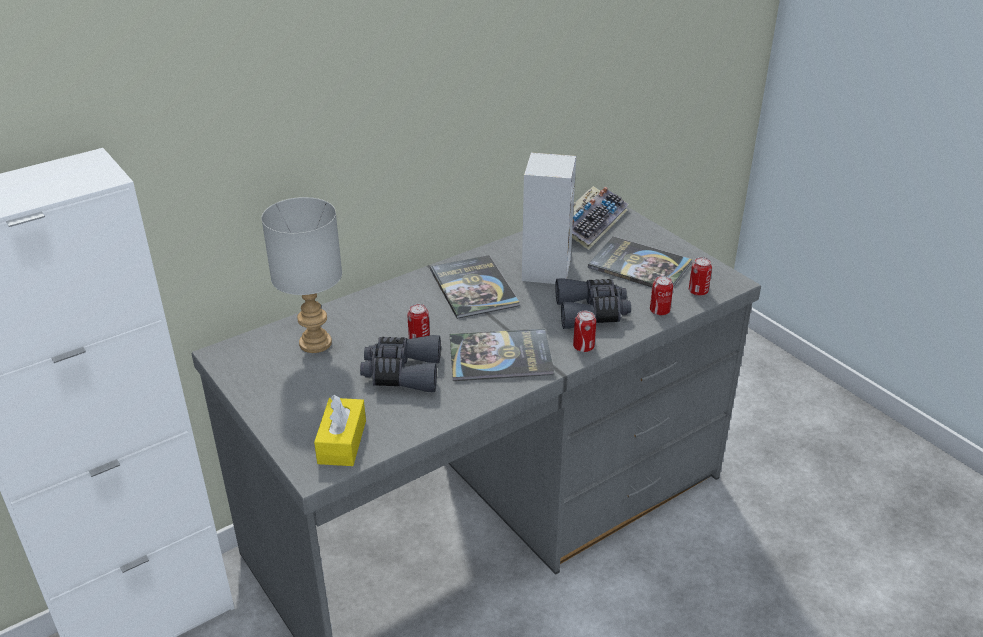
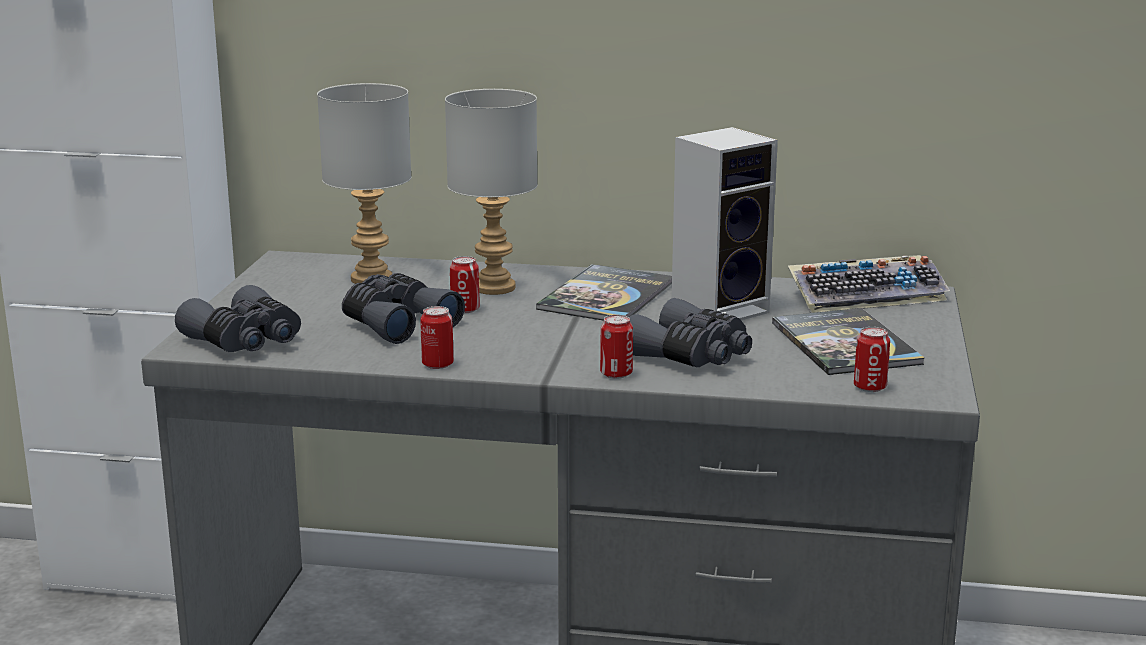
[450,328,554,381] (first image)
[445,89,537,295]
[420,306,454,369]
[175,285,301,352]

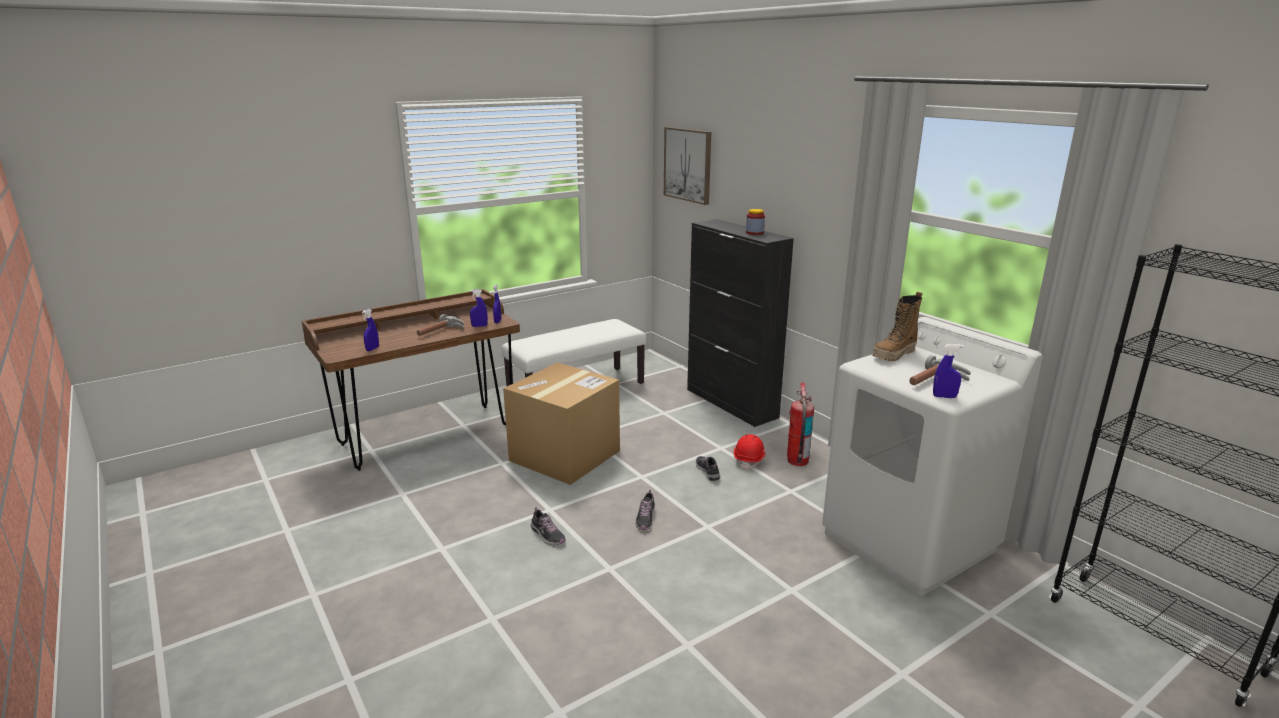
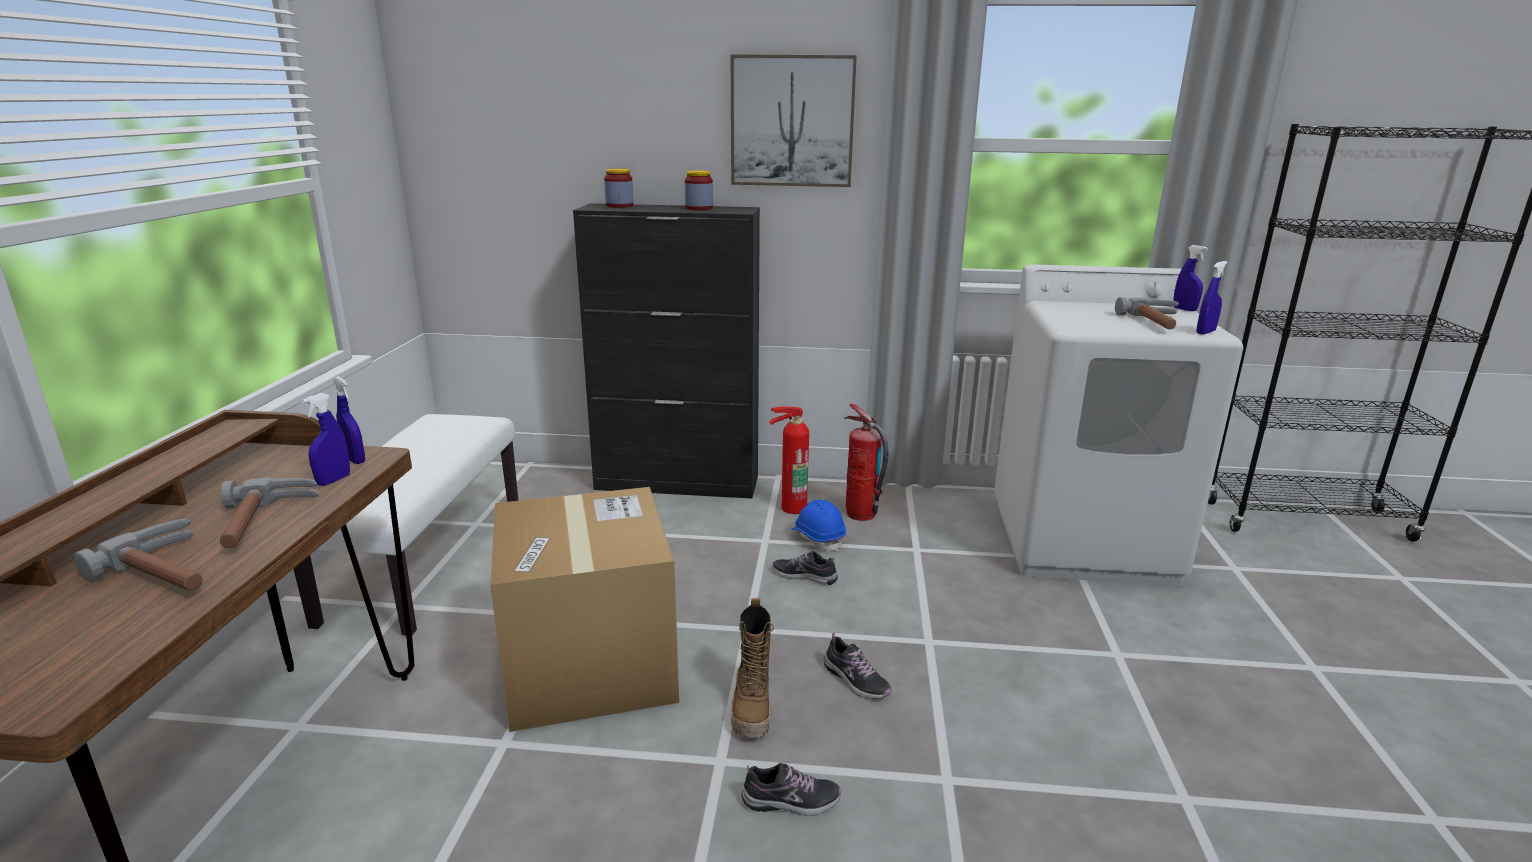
[74,519,203,591]
[604,169,633,208]
[769,406,809,514]
[1173,245,1208,311]
[731,54,857,187]
[731,598,774,738]
[792,500,846,552]

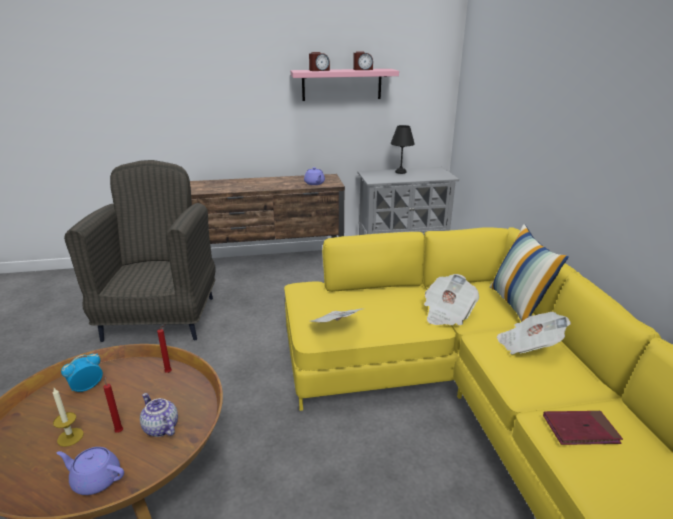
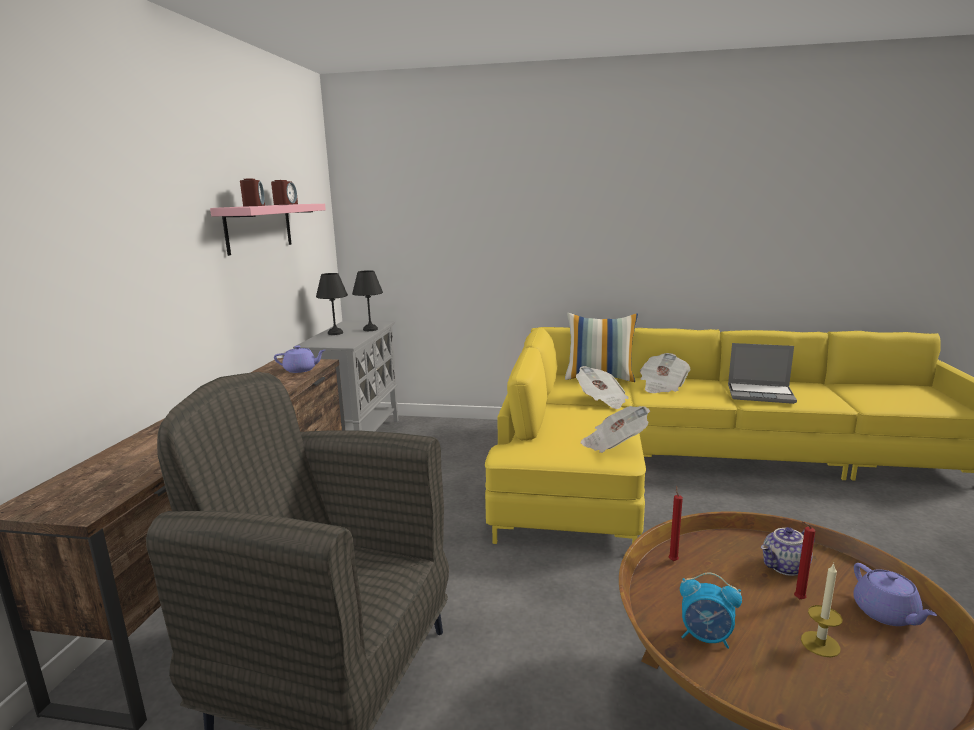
[352,270,383,331]
[728,343,797,404]
[853,563,937,626]
[680,573,742,649]

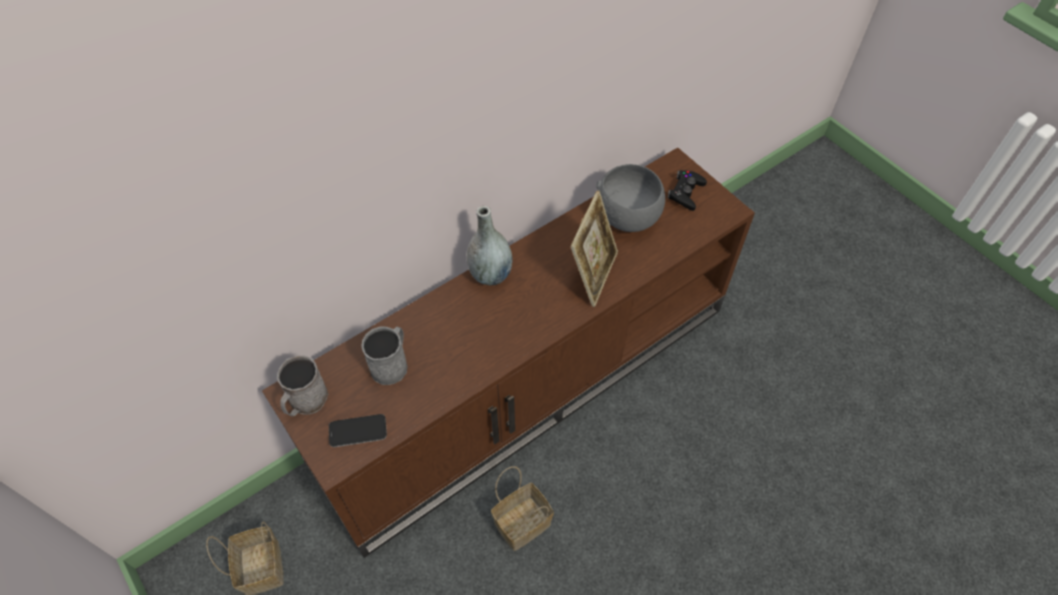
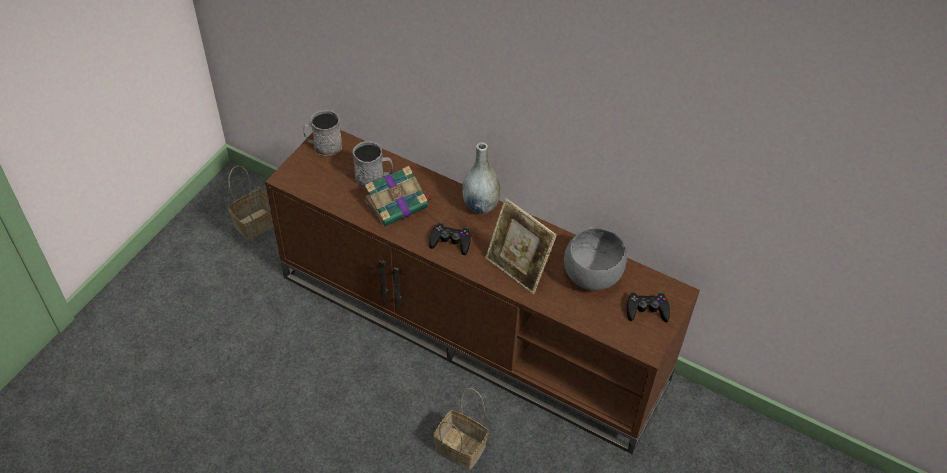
[329,414,387,447] (first image)
[364,166,433,227]
[429,222,471,255]
[433,388,489,470]
[485,198,557,294]

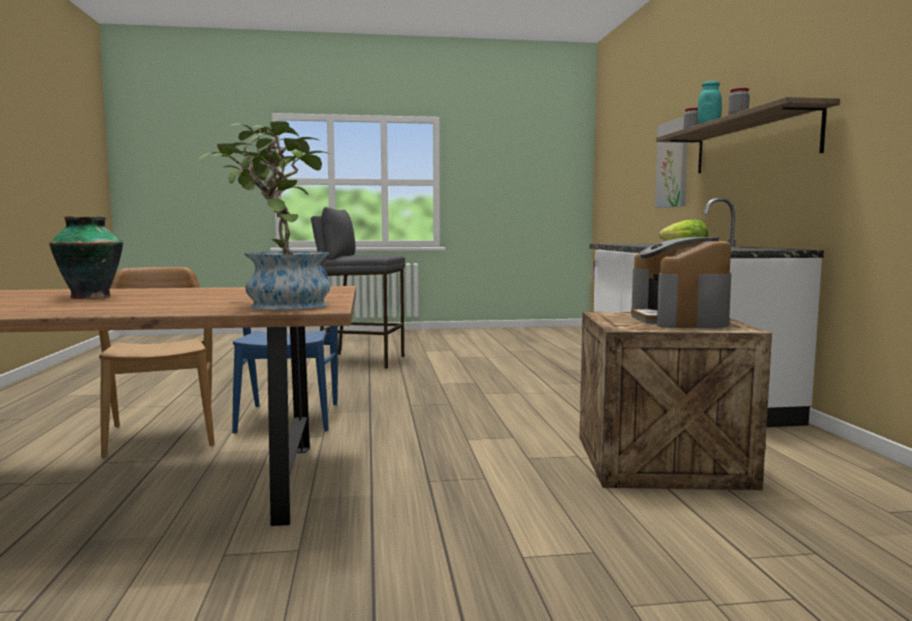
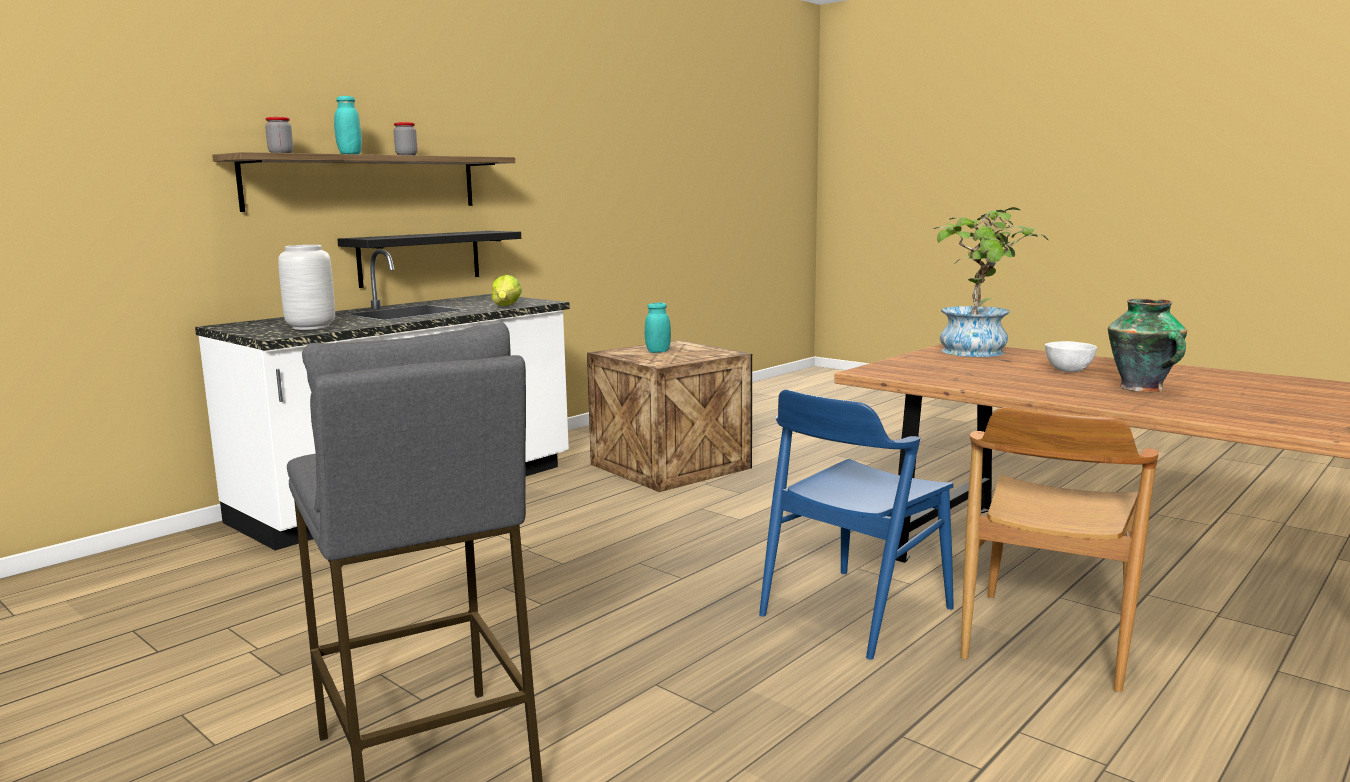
[655,116,688,208] (first image)
[278,245,335,330]
[337,231,521,288]
[1045,341,1097,372]
[645,303,671,353]

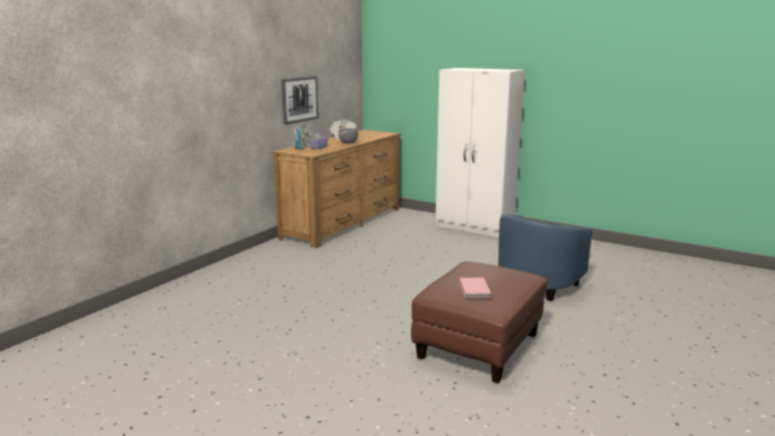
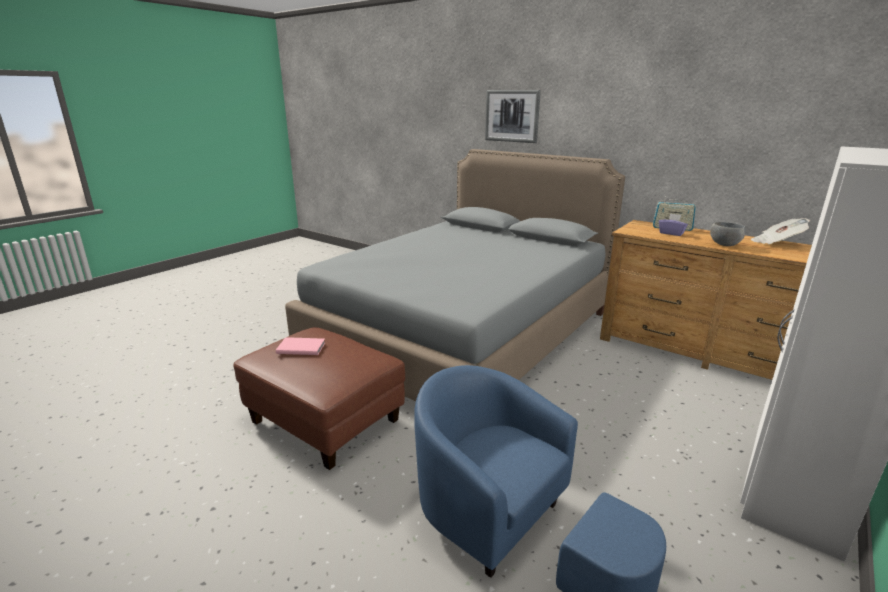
[285,149,625,401]
[485,90,541,143]

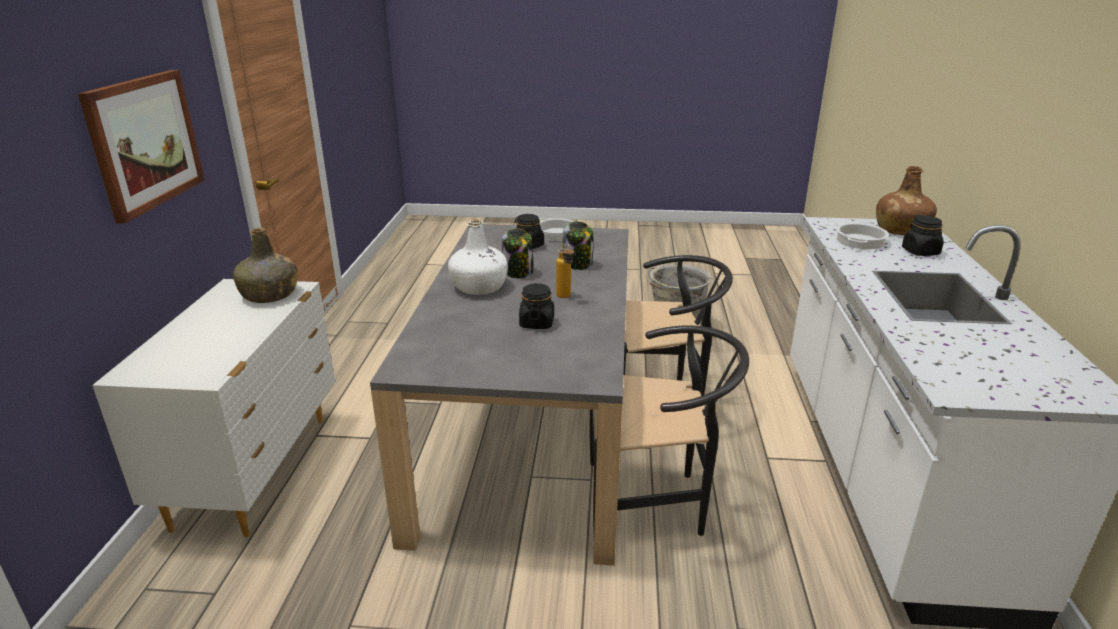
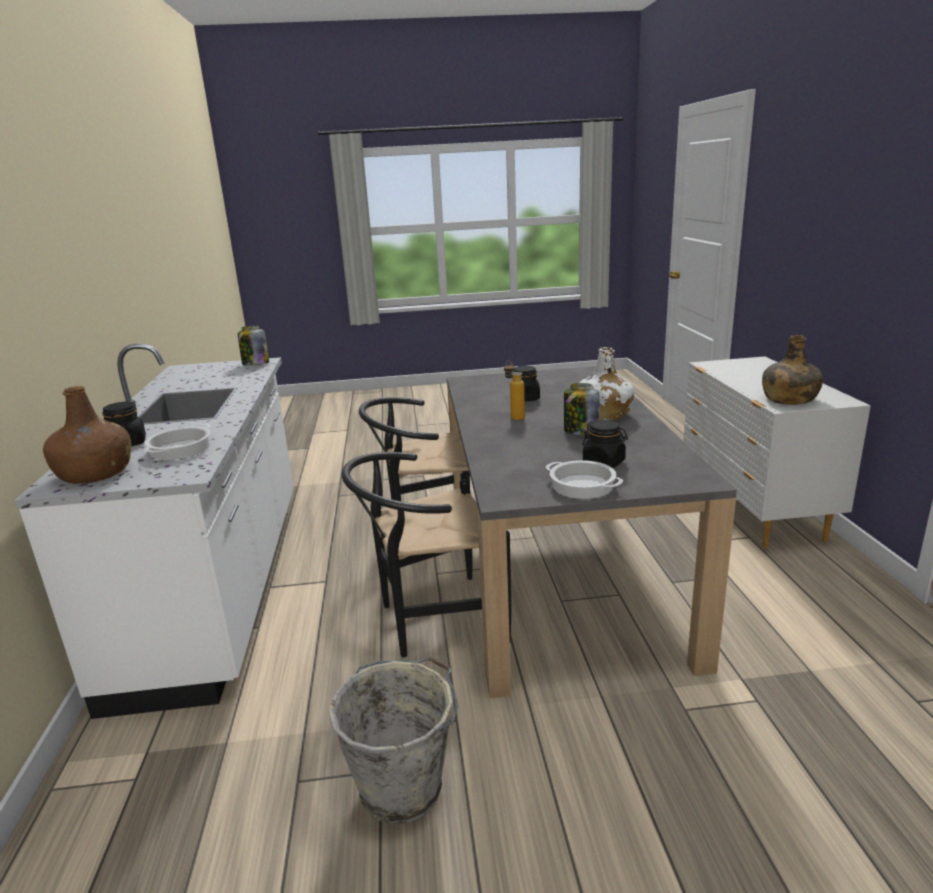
[78,70,205,224] (first image)
[238,326,269,366]

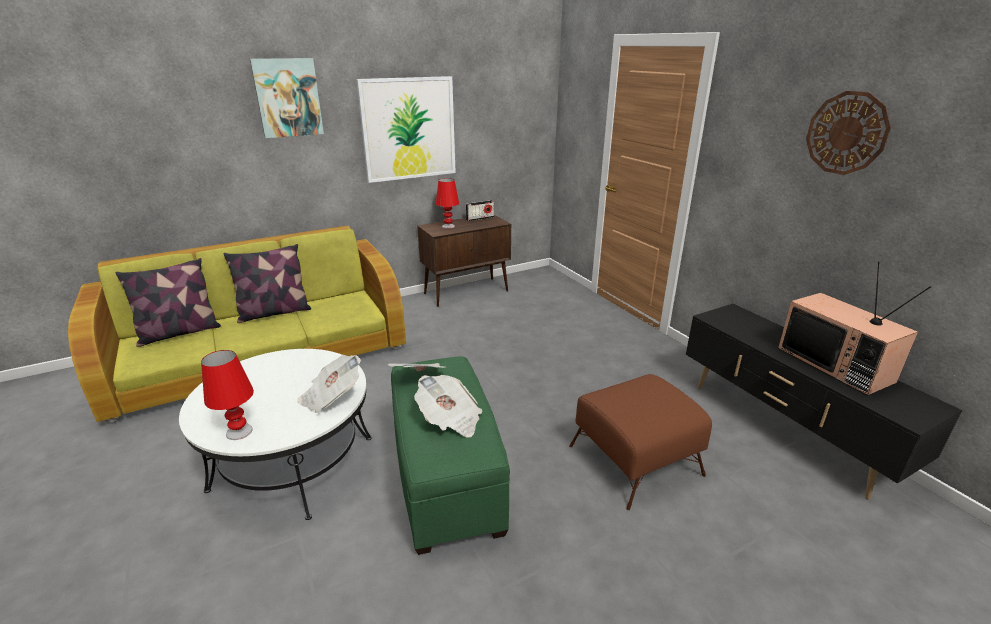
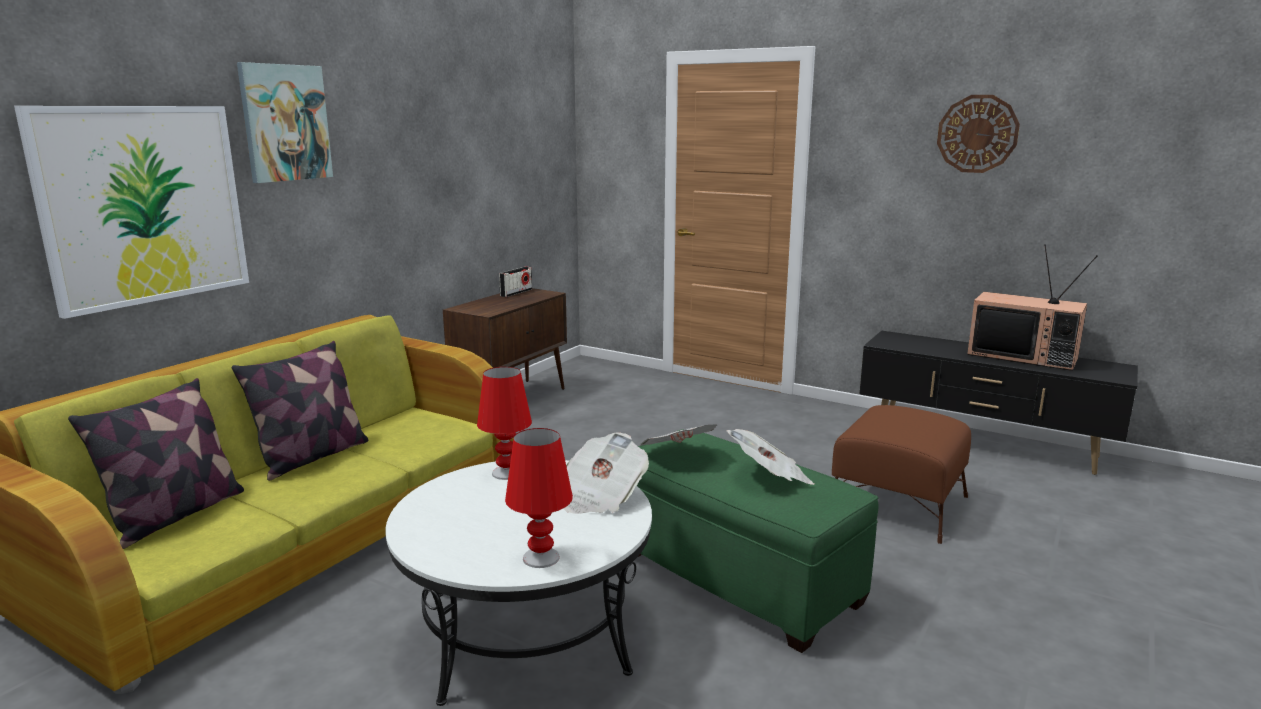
[14,106,249,319]
[477,367,532,480]

